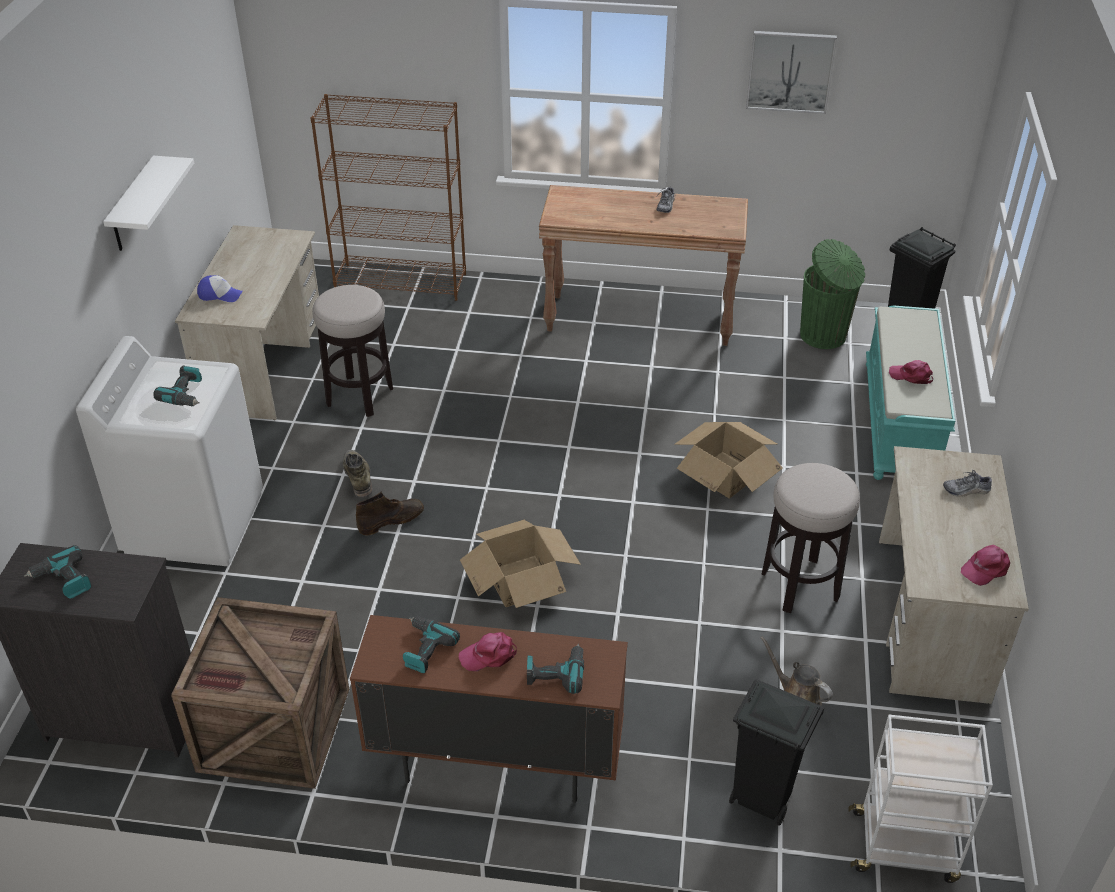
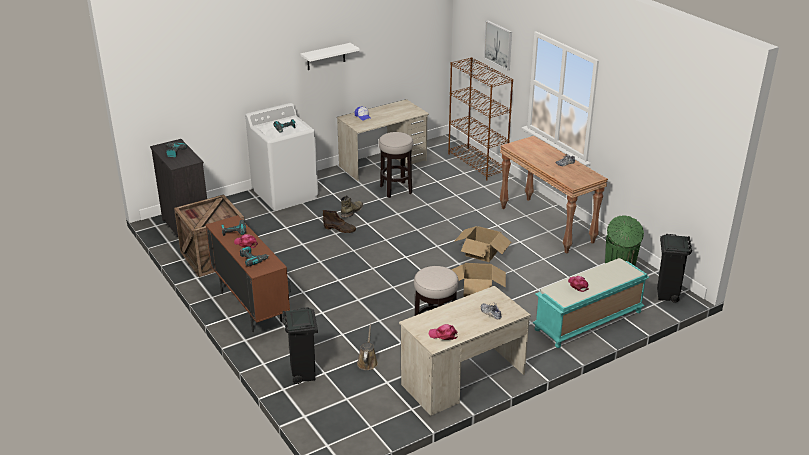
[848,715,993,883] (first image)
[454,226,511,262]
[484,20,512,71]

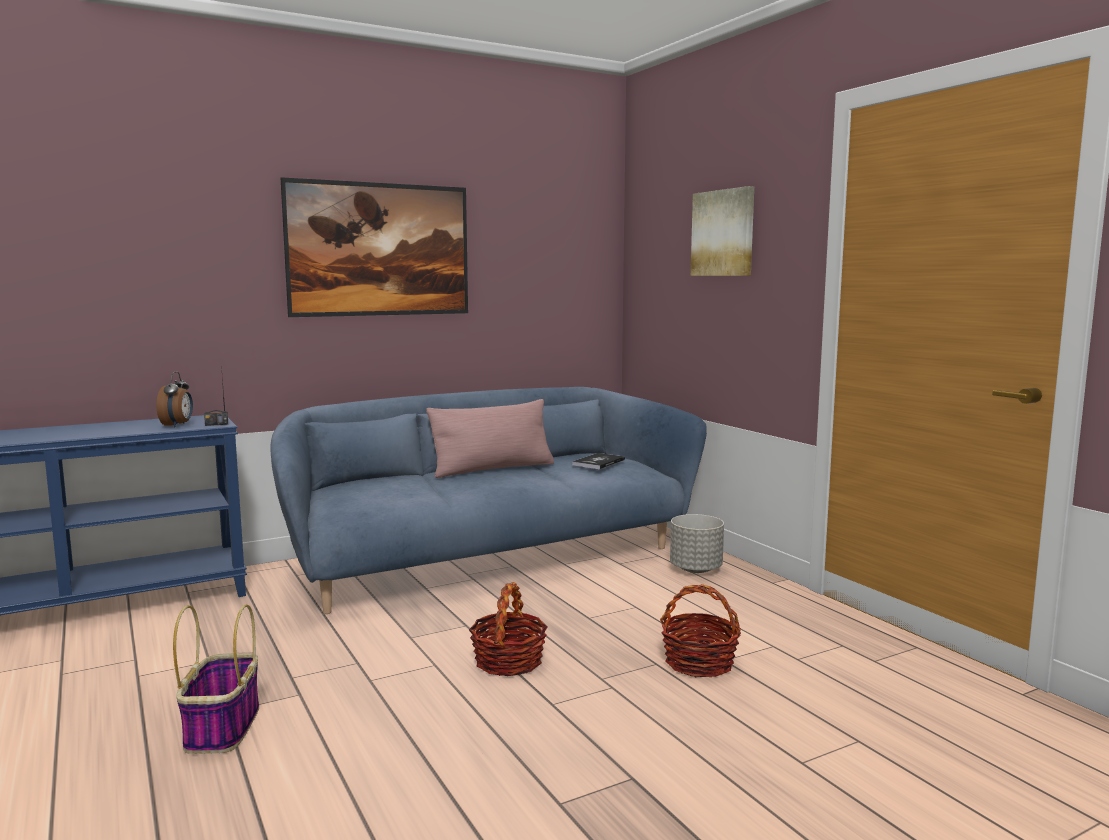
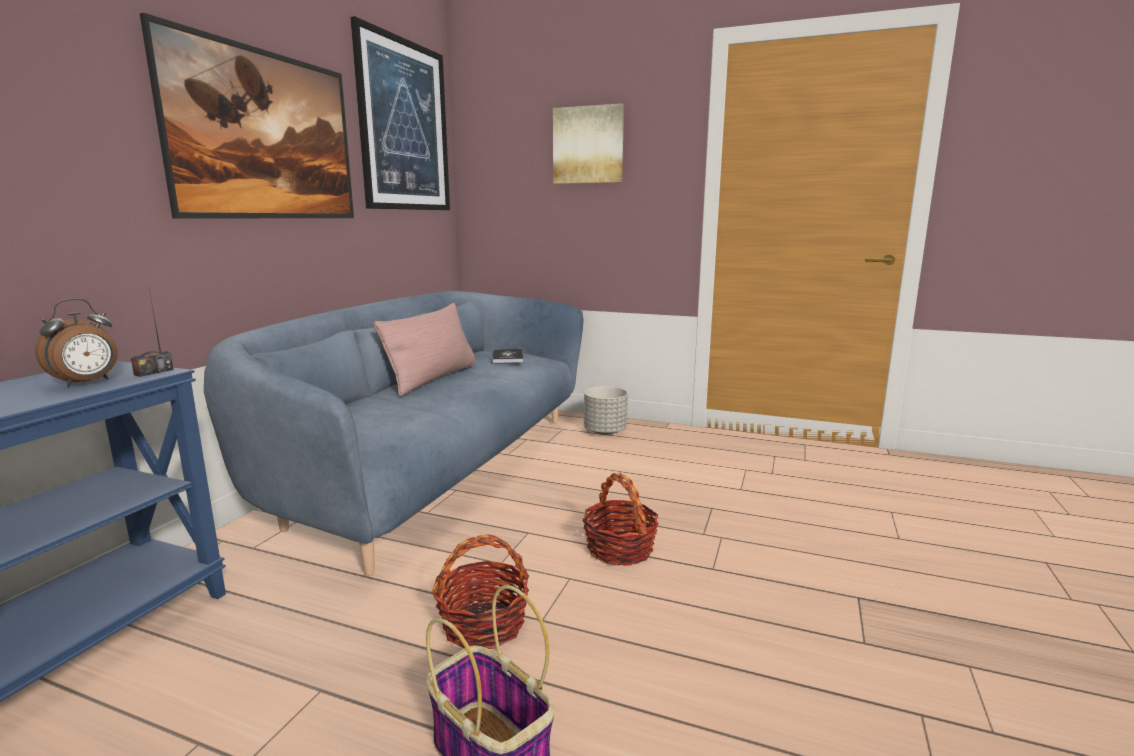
[350,16,450,210]
[431,535,529,649]
[35,299,118,387]

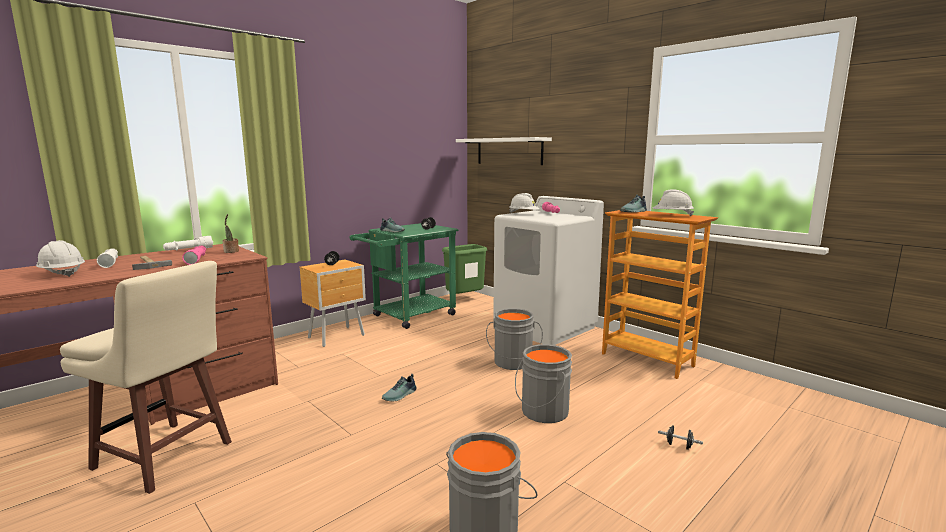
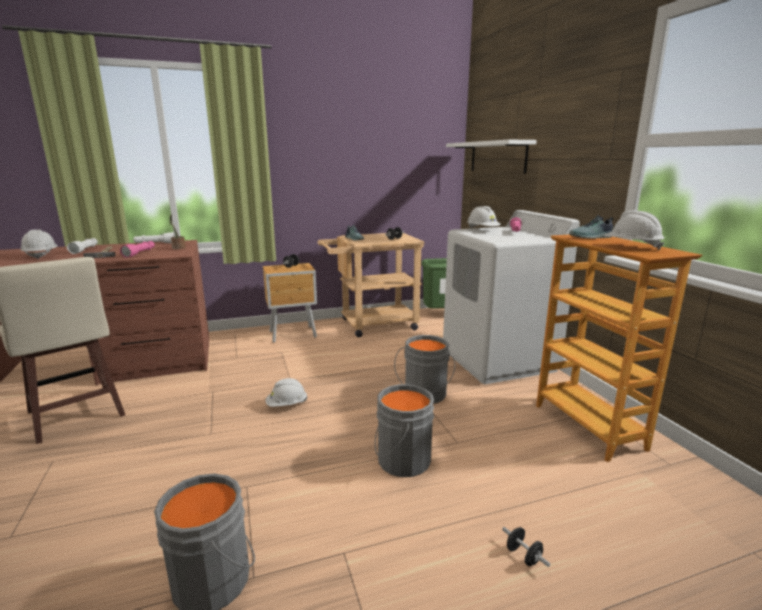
[265,378,307,407]
[318,233,424,337]

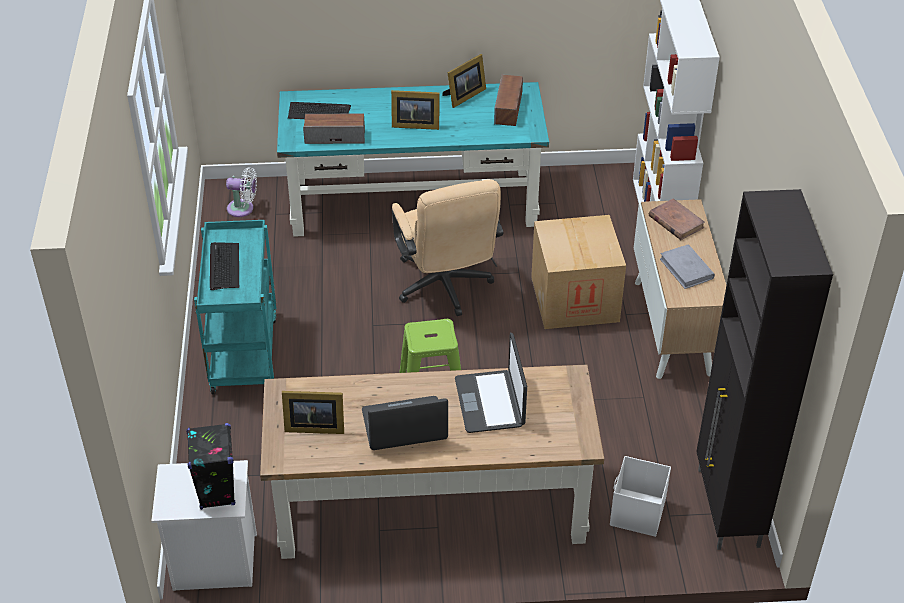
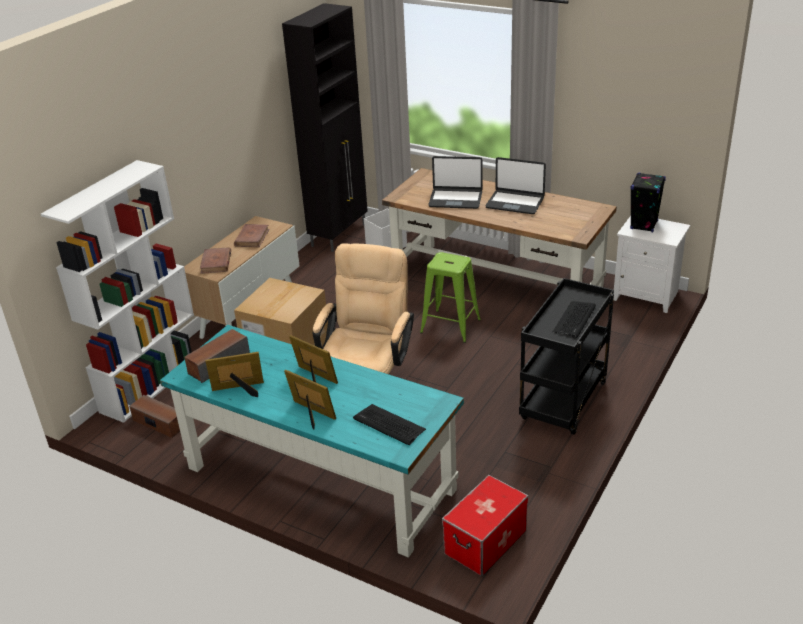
[284,370,336,430]
[129,395,180,438]
[442,475,528,576]
[519,278,614,435]
[234,224,270,247]
[428,156,483,209]

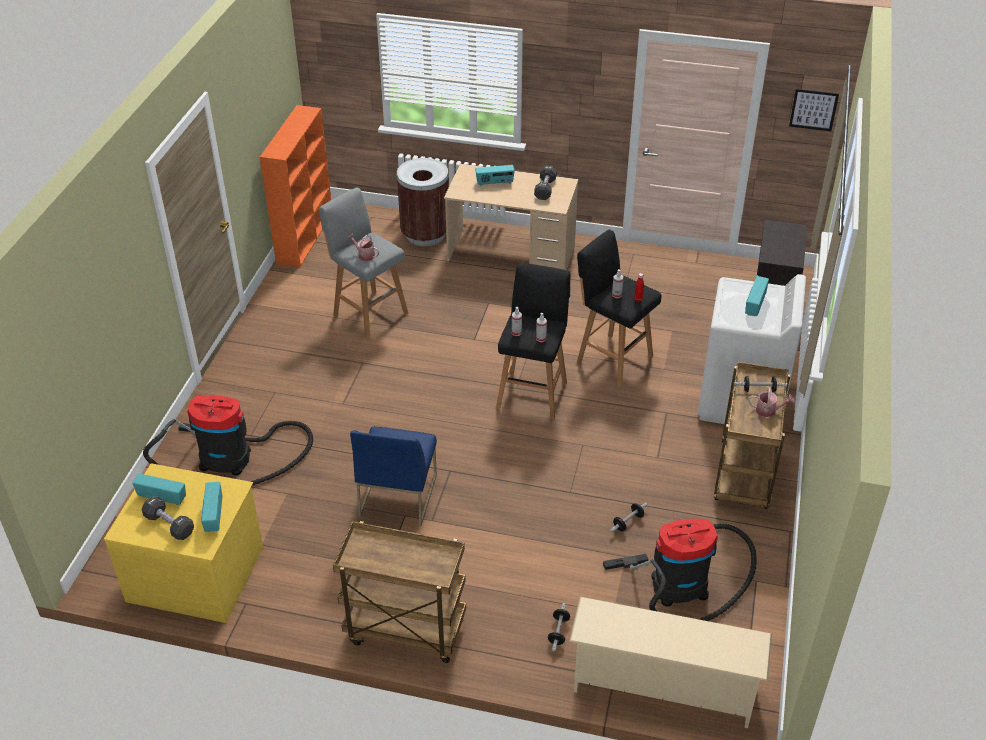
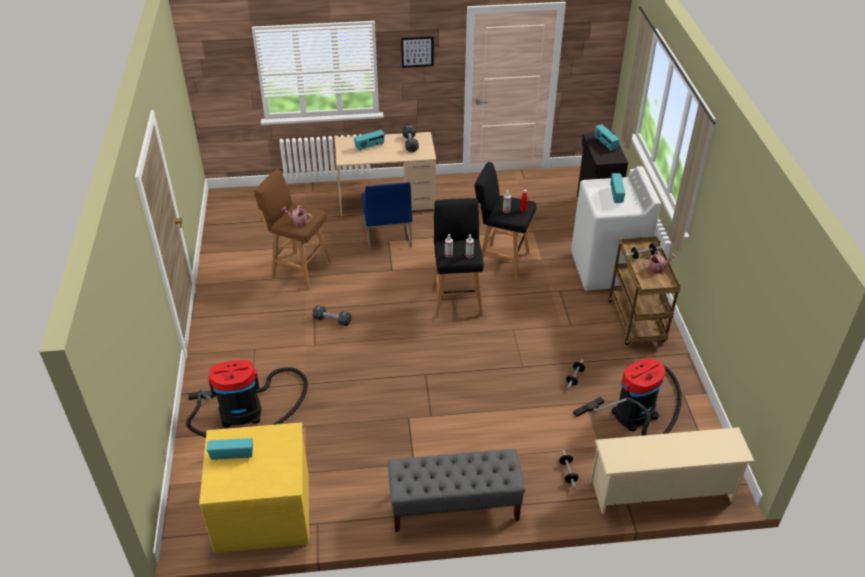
[260,105,331,267] (first image)
[397,158,449,246] (first image)
[312,305,351,326]
[595,124,619,151]
[362,182,412,252]
[401,36,433,68]
[388,449,525,532]
[254,169,331,290]

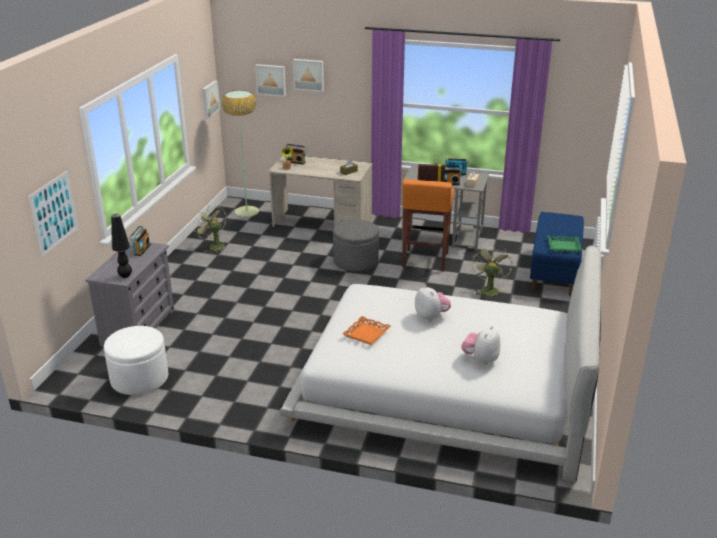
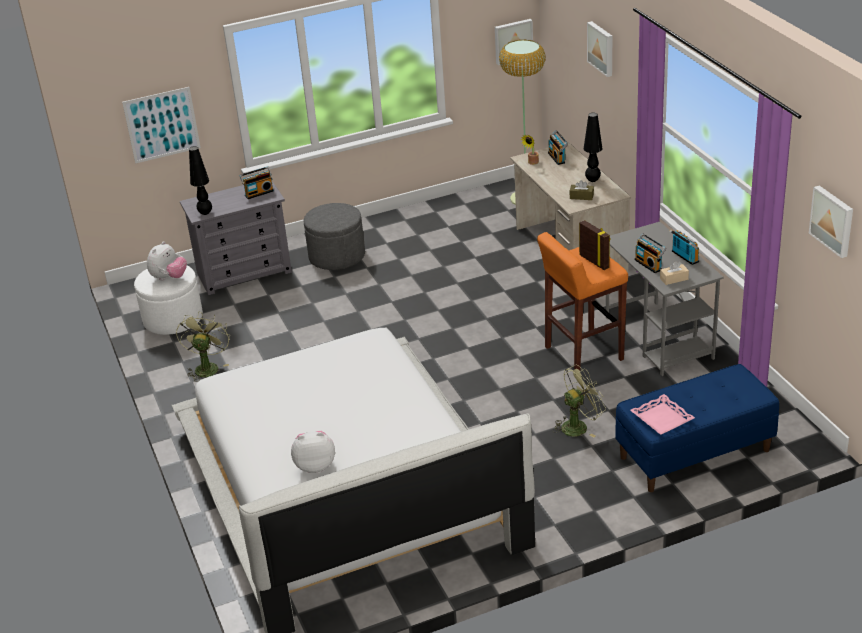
[342,316,391,345] (first image)
[584,113,602,182]
[176,312,230,382]
[809,186,853,258]
[303,203,365,270]
[147,241,187,281]
[630,394,695,435]

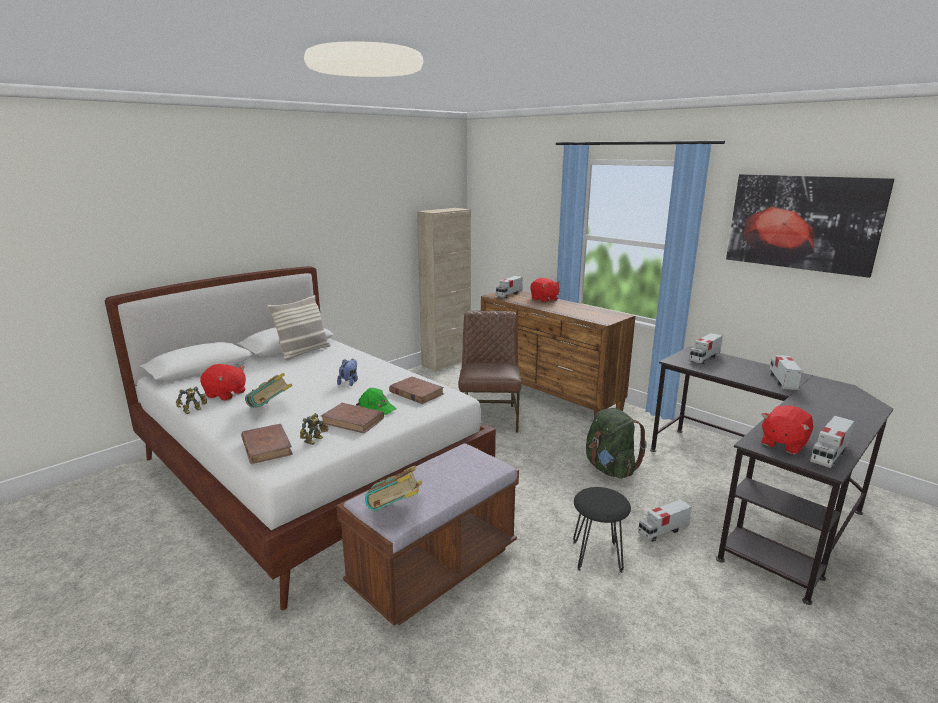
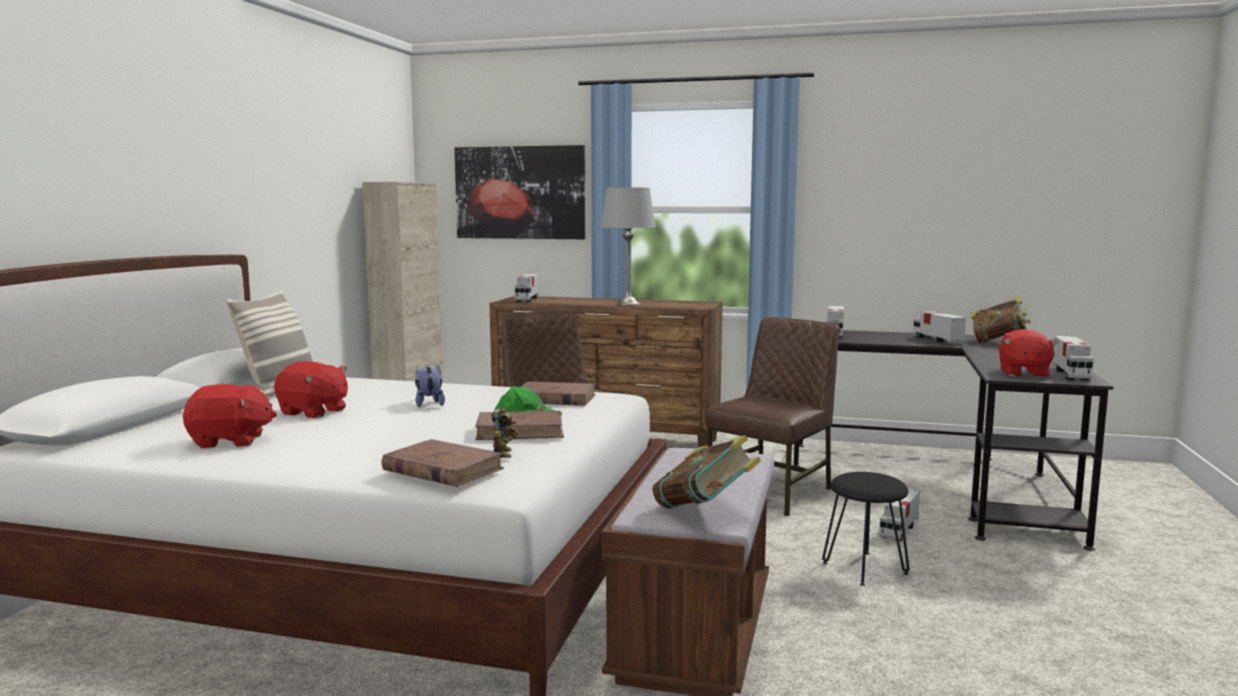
[176,386,207,414] (first image)
[601,187,656,305]
[971,297,1031,343]
[274,361,348,418]
[454,145,585,239]
[705,317,839,516]

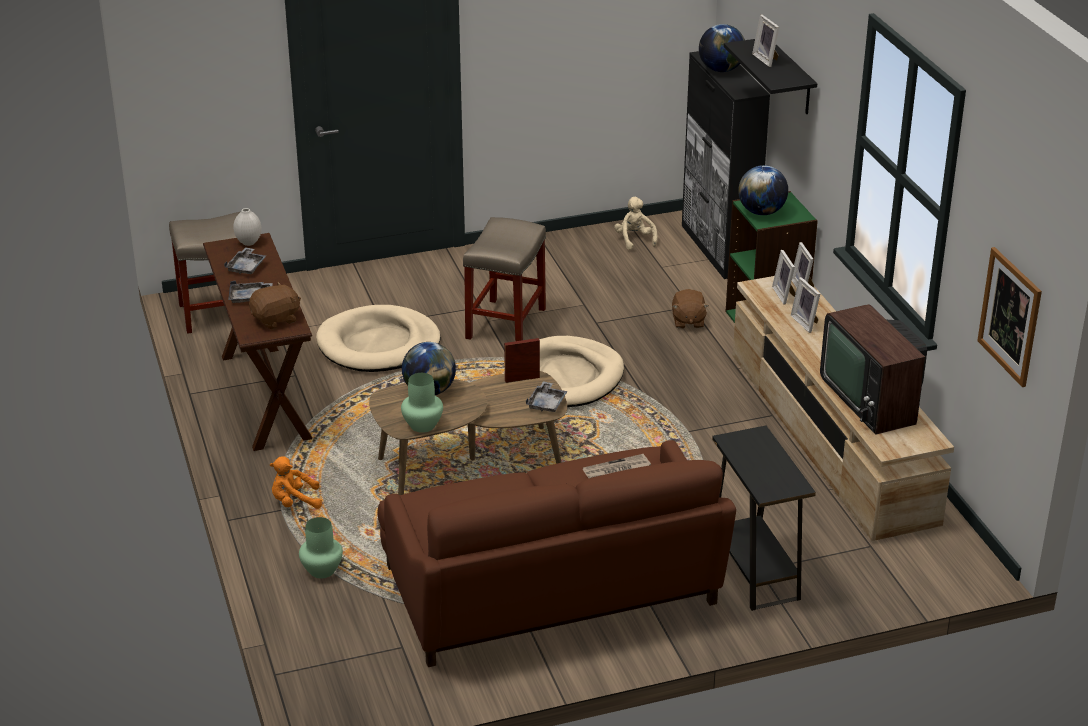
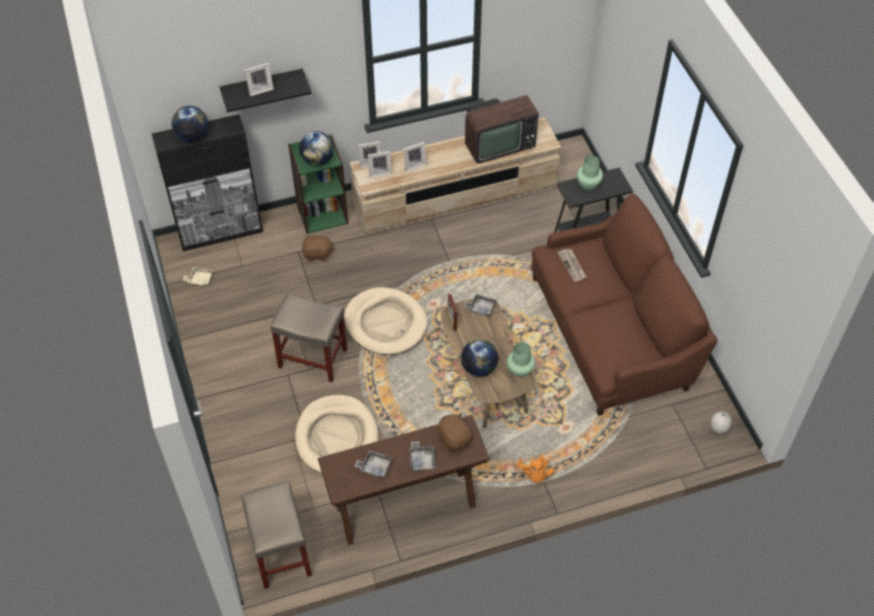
[977,247,1042,387] (first image)
[711,412,732,433]
[577,155,603,190]
[183,267,214,286]

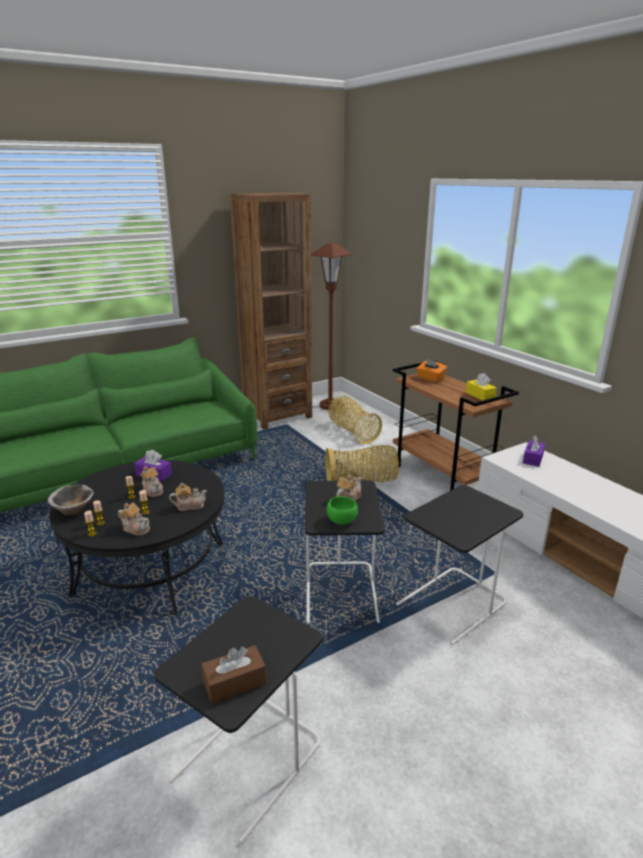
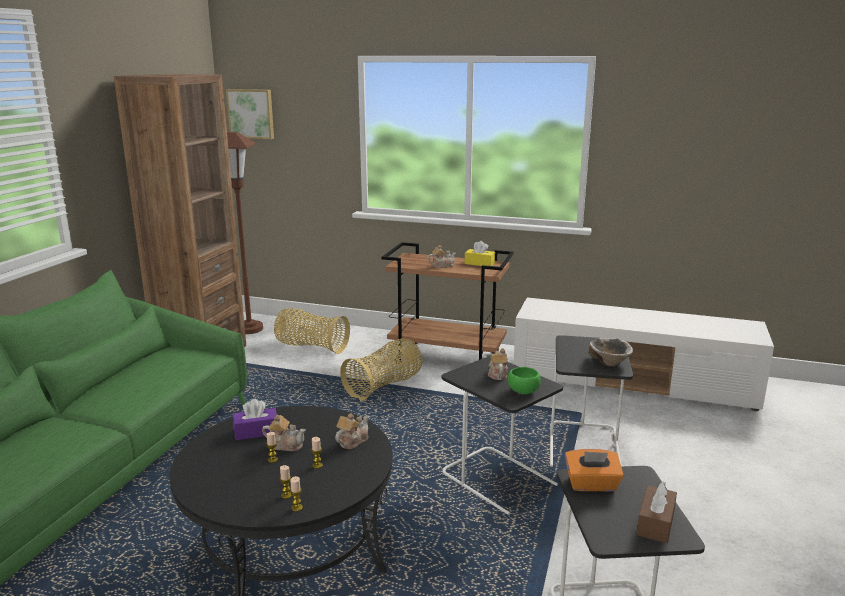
[523,435,545,467] (first image)
[226,89,274,139]
[589,338,633,367]
[428,245,456,268]
[565,449,624,491]

